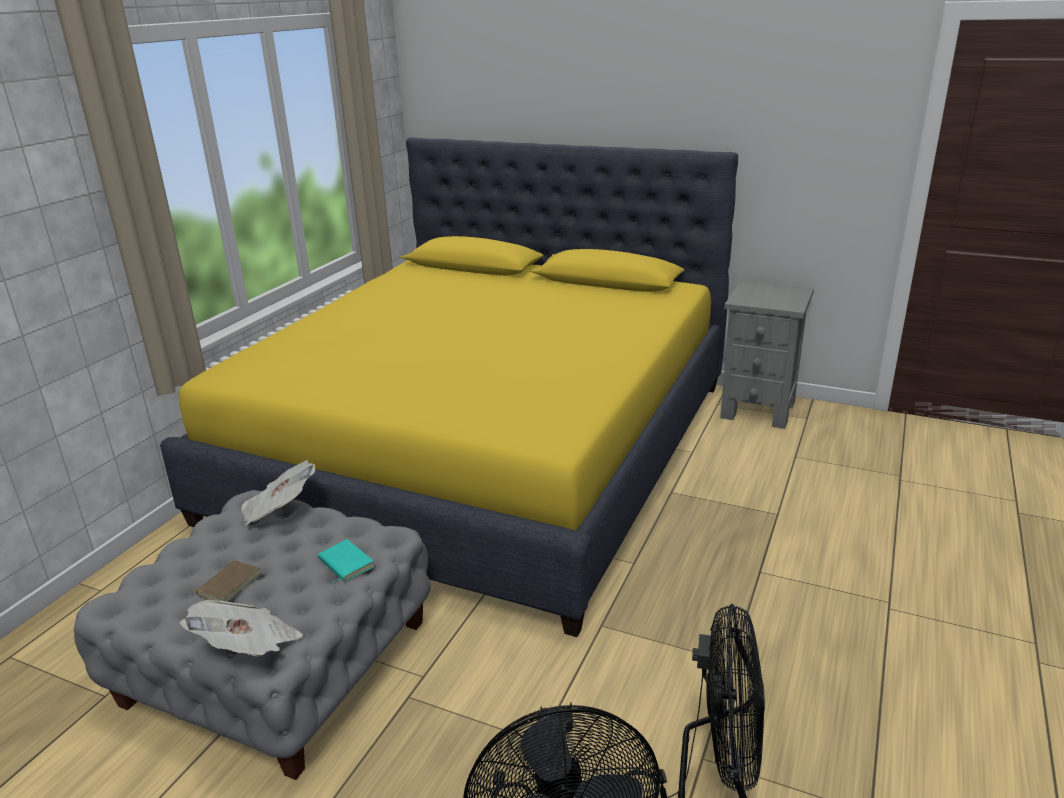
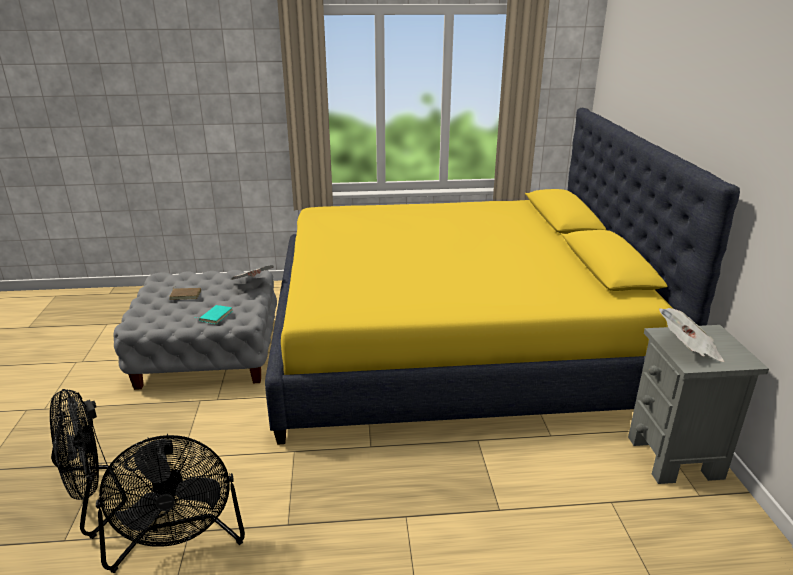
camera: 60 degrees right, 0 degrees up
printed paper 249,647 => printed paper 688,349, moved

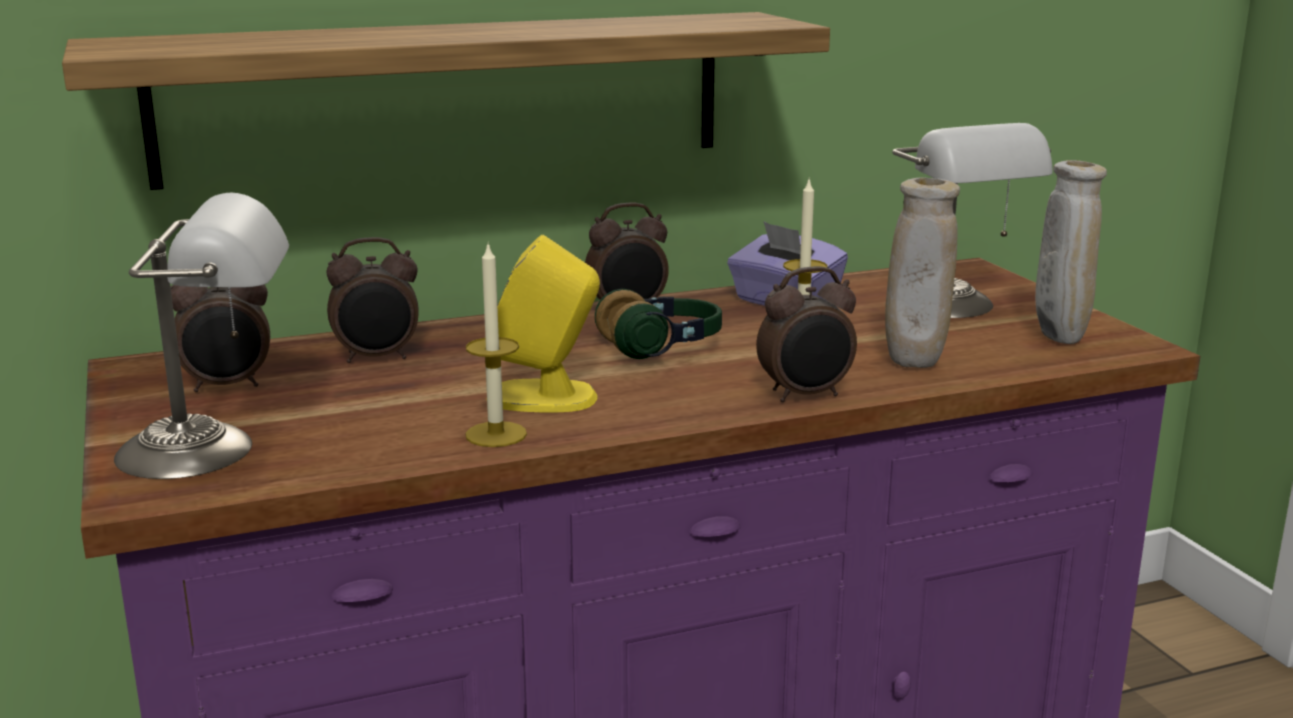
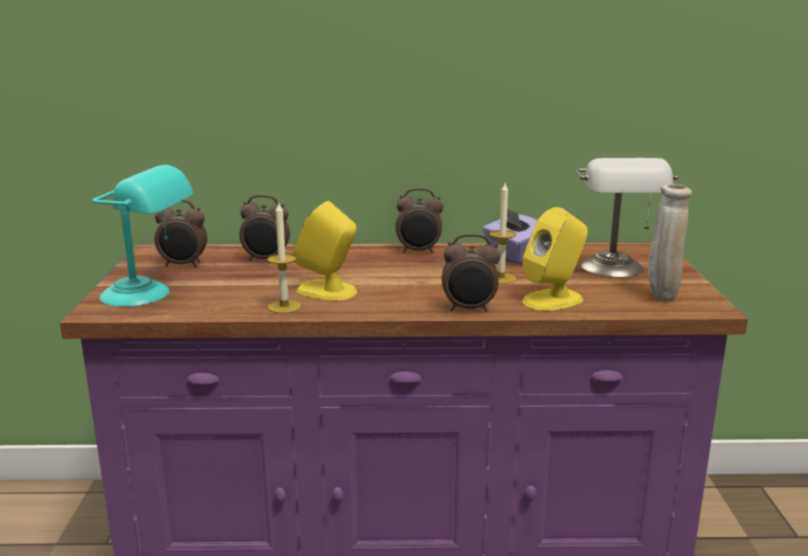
camera: 20 degrees right, 0 degrees up
white tabletop lamp 214,448 => turquoise tabletop lamp 149,294
sand-coloured vase 914,364 => yellow loudspeaker 553,300
shelf 447,96 => nothing
pair of headphones 661,348 => nothing

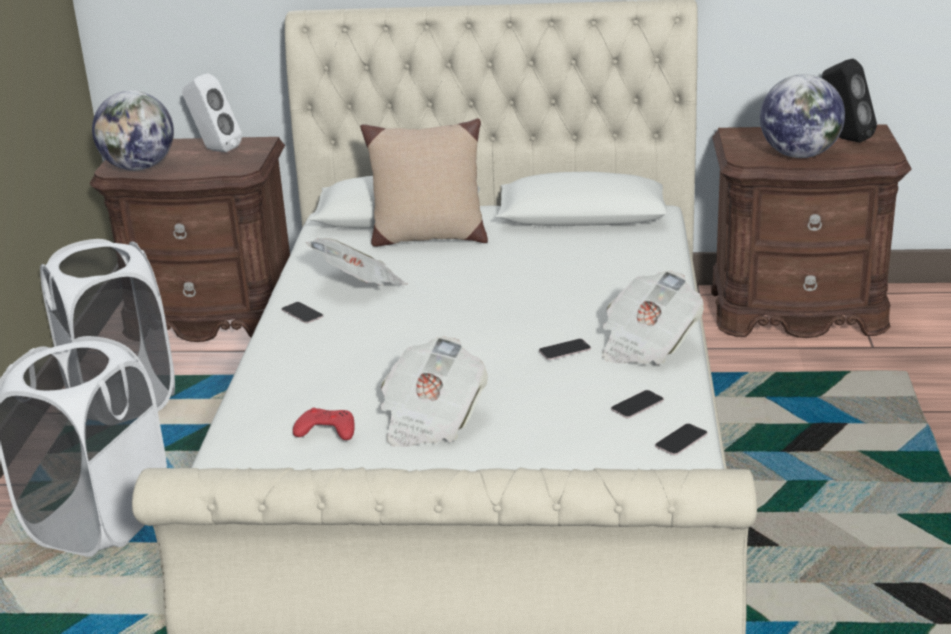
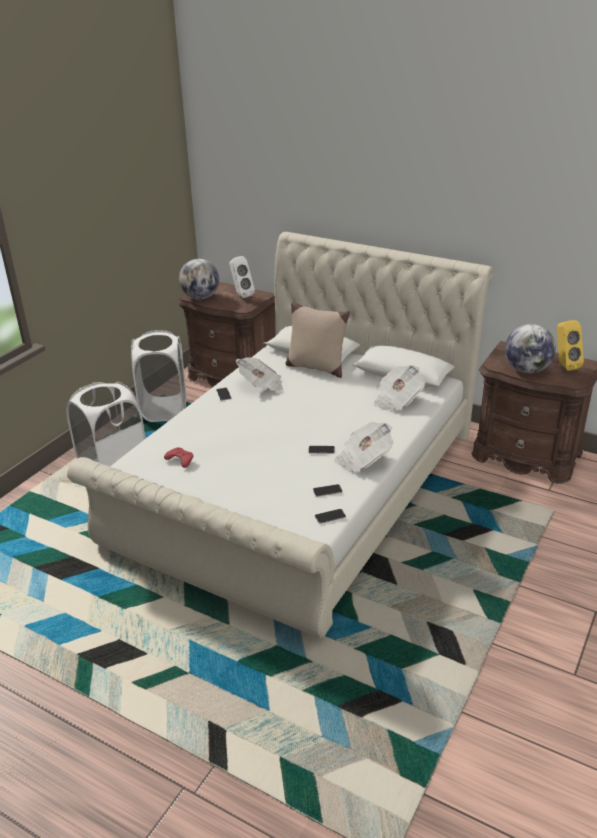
camera: 25 degrees right, 5 degrees up
printed paper 431,420 => printed paper 397,400, moved
black-coloured loudspeaker 844,138 => yellow loudspeaker 564,365

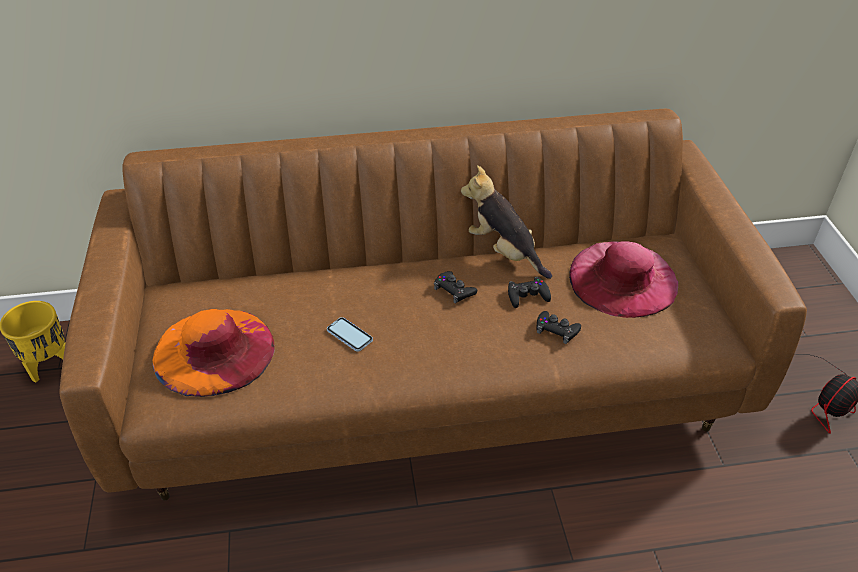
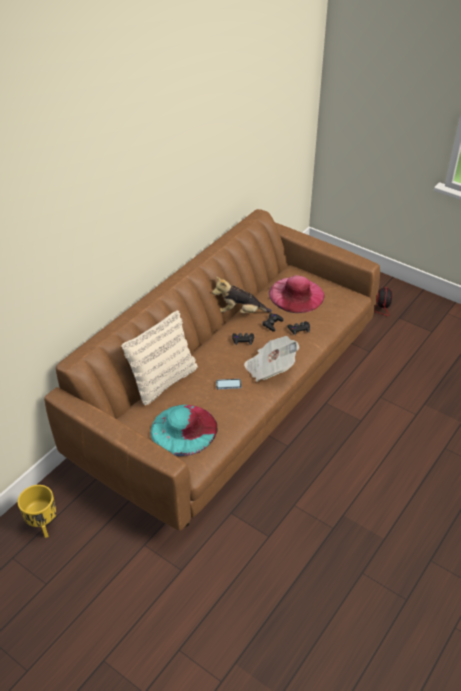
camera: 45 degrees left, 0 degrees up
nothing => sand-coloured cushion 163,382
orange-coloured clothing hat 214,351 => turquoise clothing hat 183,429
nothing => printed paper 270,368

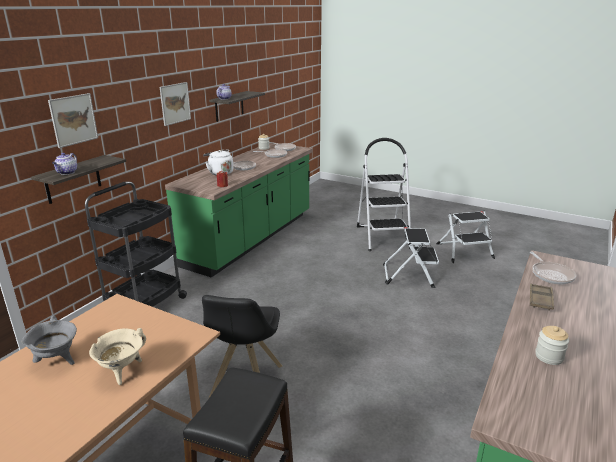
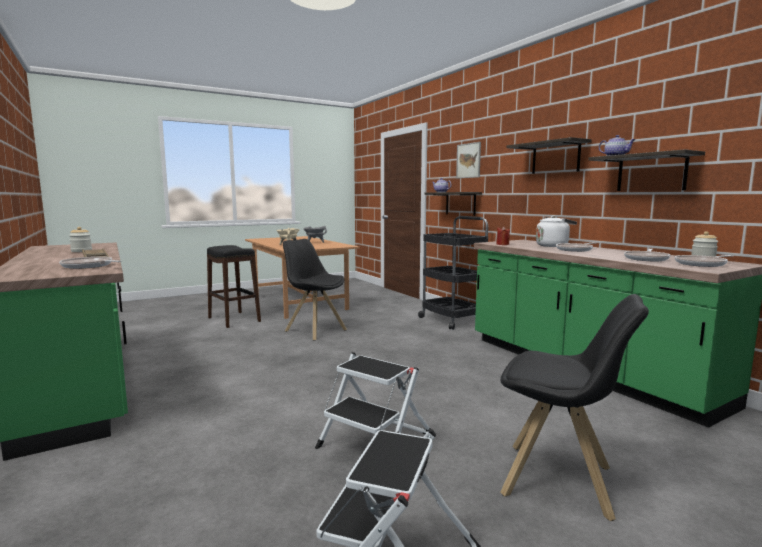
camera: 120 degrees right, 15 degrees down
step stool 382,236 => black-coloured chair 558,480
wall picture 175,103 => shelf 555,158

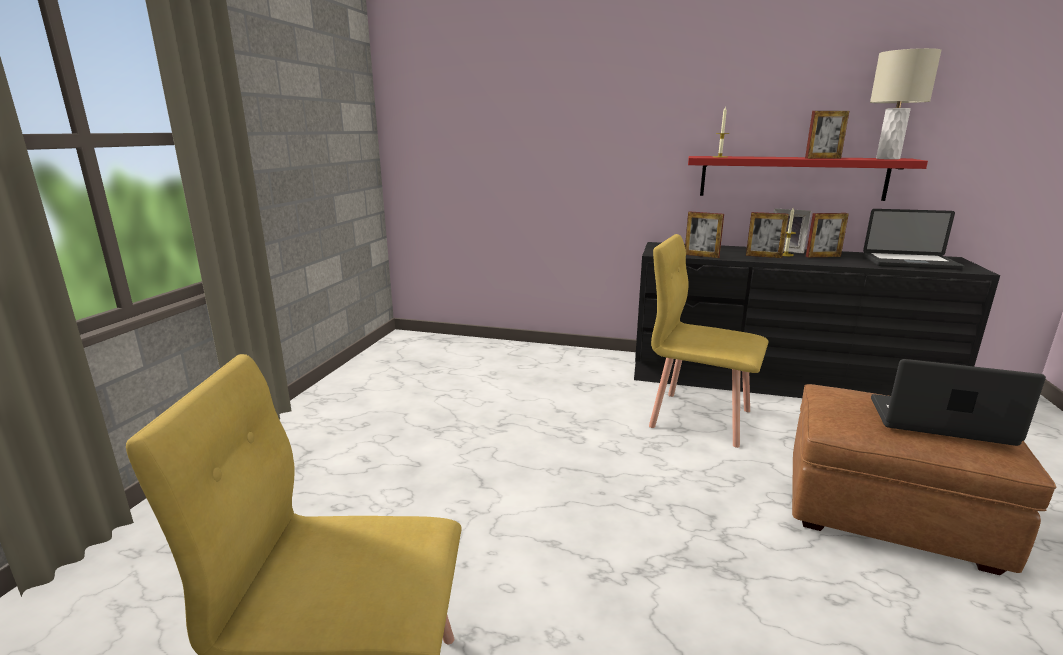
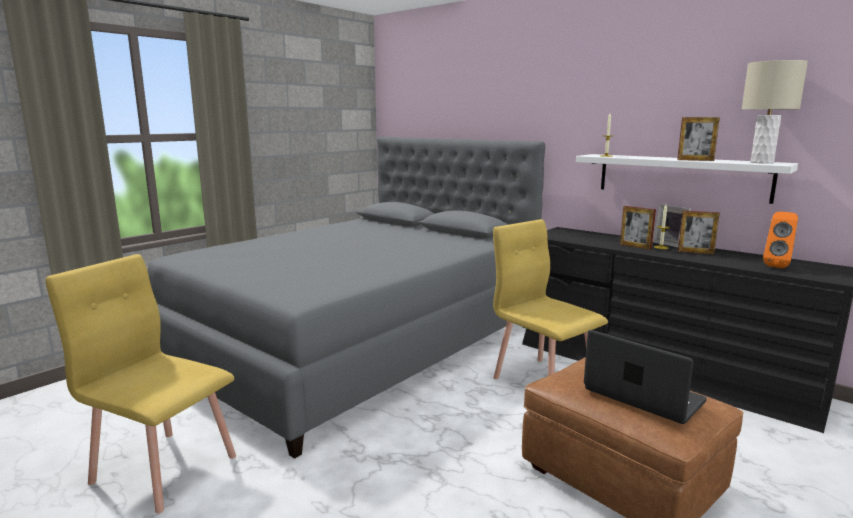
camera: 25 degrees right, 5 degrees down
nothing => greyish sleeping bed 357,342
red-coloured shelf 791,177 => white shelf 681,177
portable computer 910,263 => orange-coloured loudspeaker 777,266
picture frame 701,256 => nothing

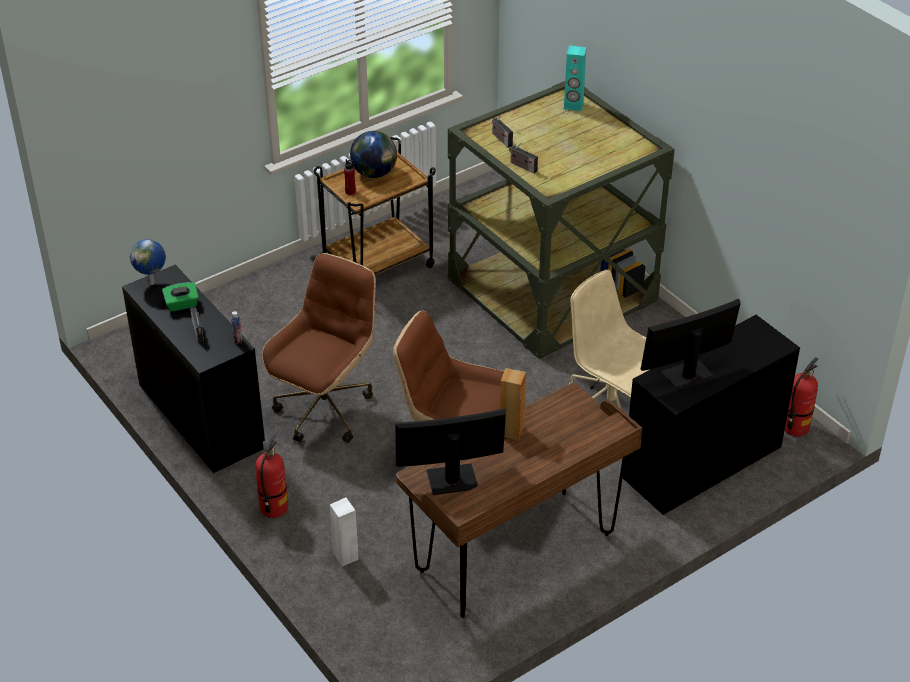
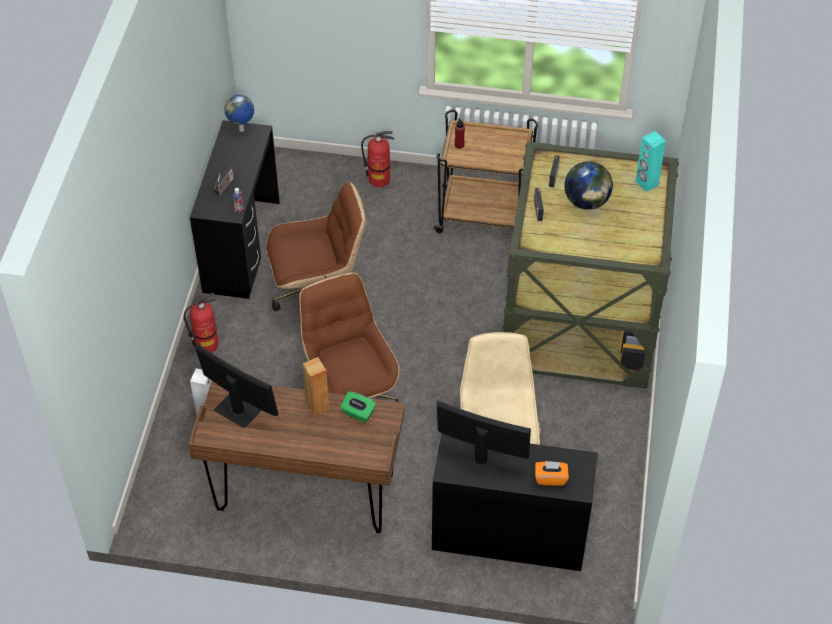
camera: 45 degrees right, 10 degrees up
greenish box of tissues 182,305 => greenish box of tissues 358,413, moved
fire-fighting cylinder 795,427 => fire-fighting cylinder 379,180, moved
nothing => orange-coloured box of tissues 550,478
desk globe 374,173 => desk globe 586,202, moved

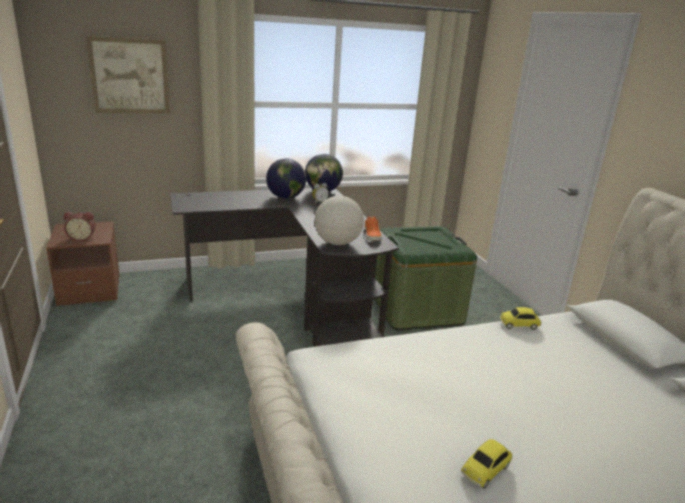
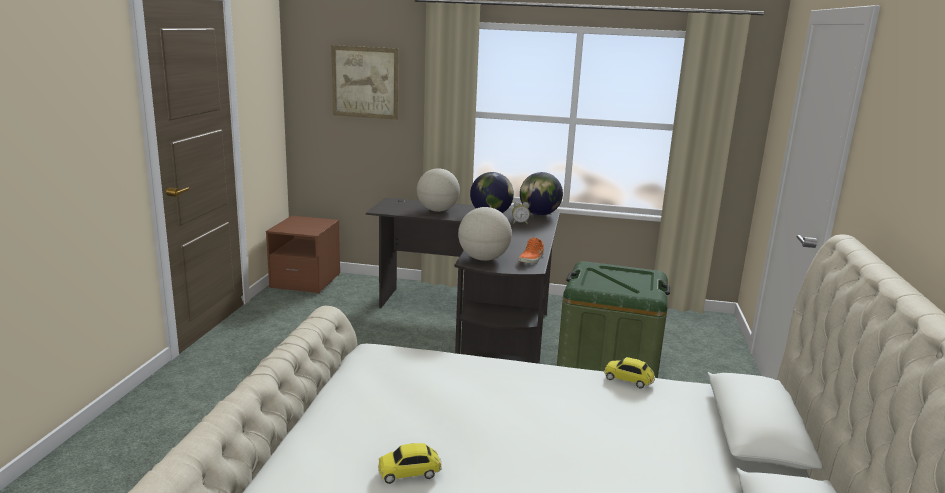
camera: 30 degrees right, 5 degrees down
nothing => desk globe 437,210
alarm clock 82,238 => nothing

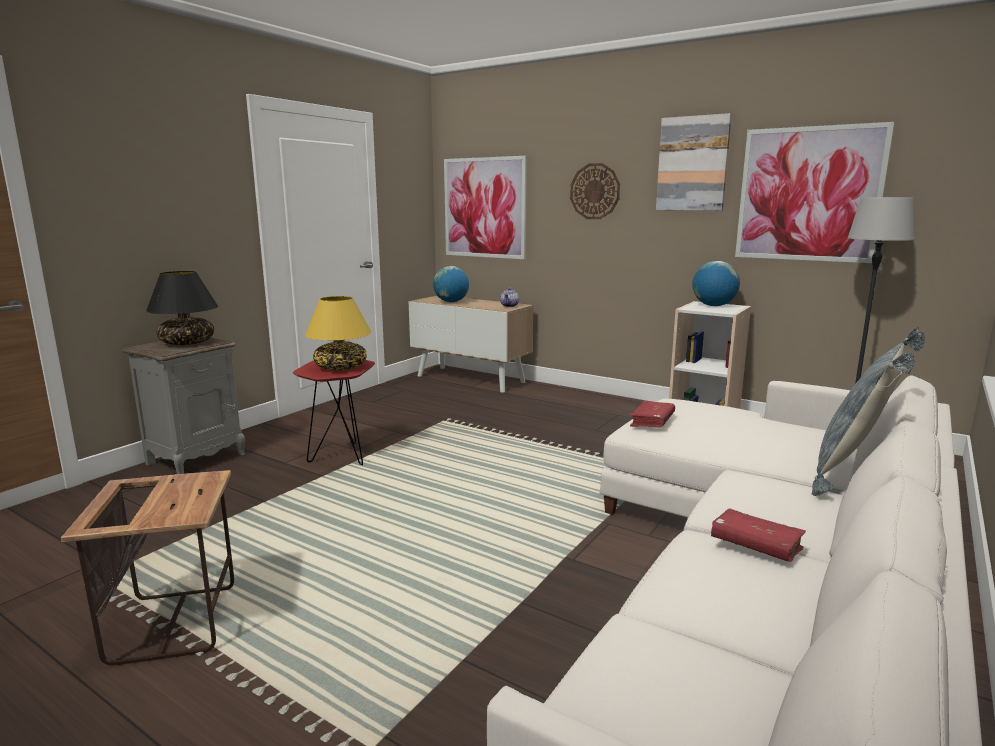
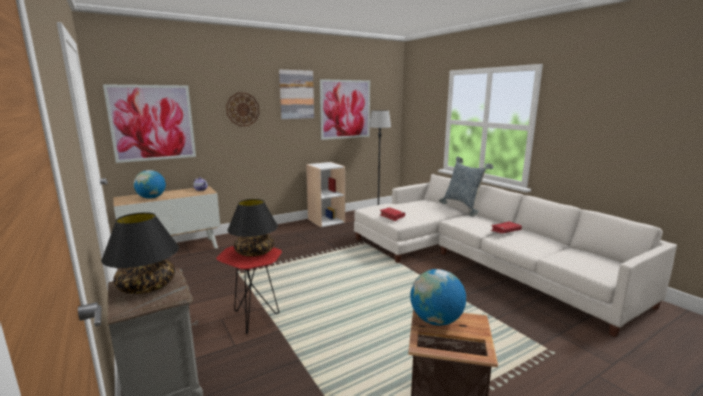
camera: 65 degrees left, 0 degrees up
yellow tabletop lamp 340,367 => black-coloured tabletop lamp 254,252
desk globe 713,306 => desk globe 436,320, moved

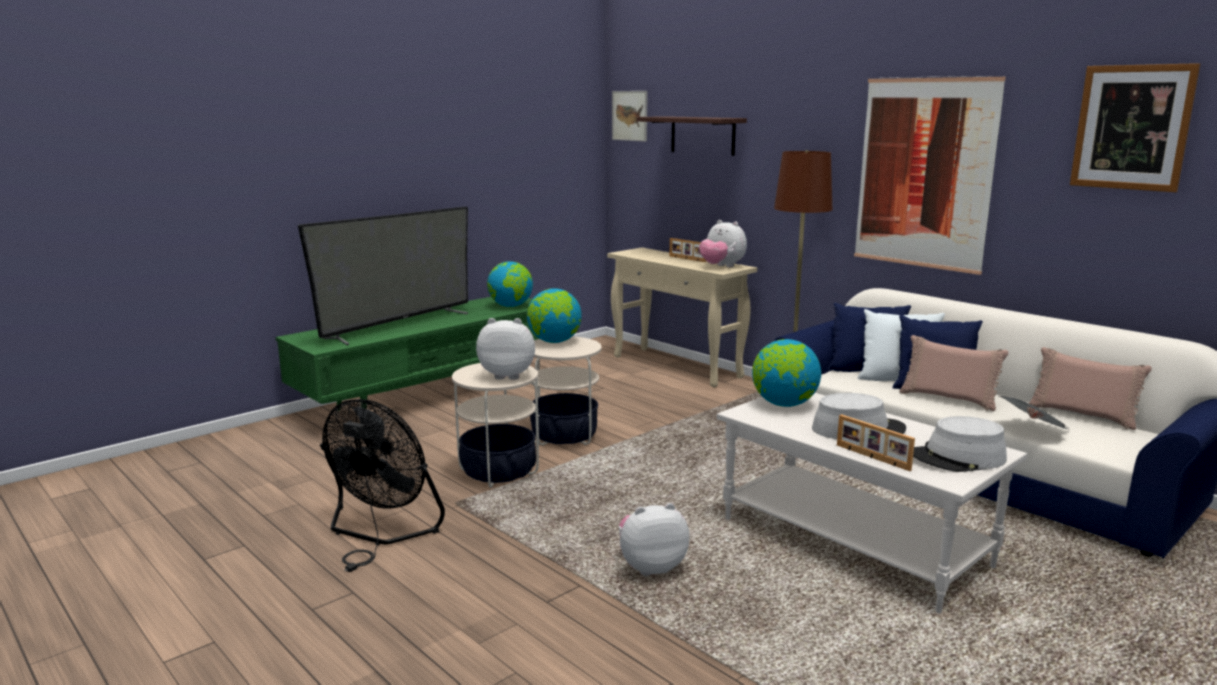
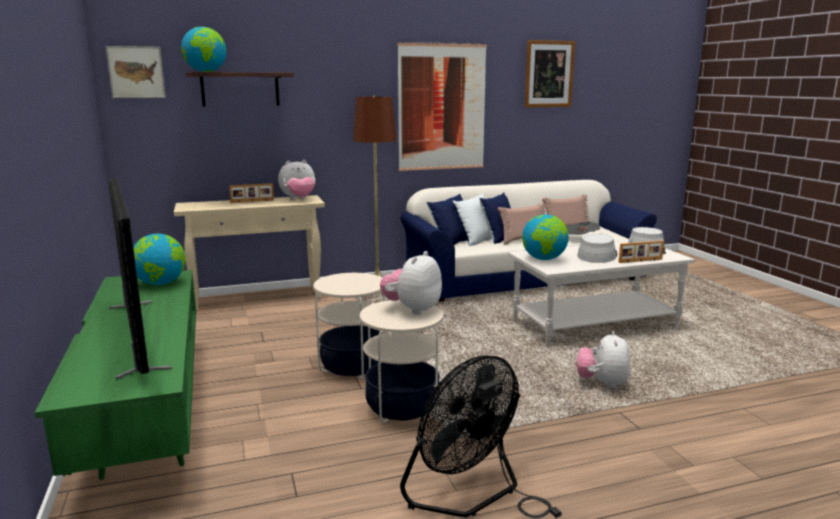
camera: 65 degrees left, 0 degrees up
desk globe 554,342 => desk globe 206,71, moved

